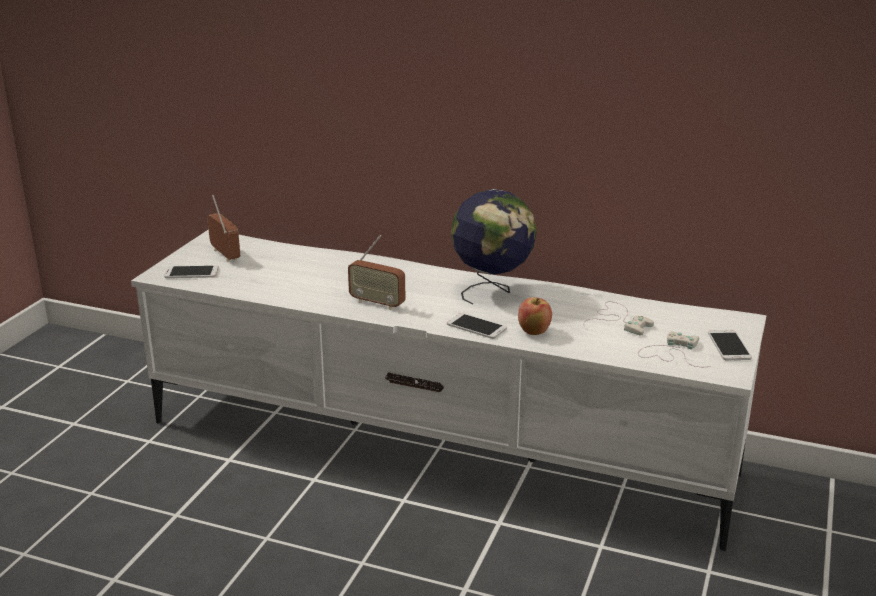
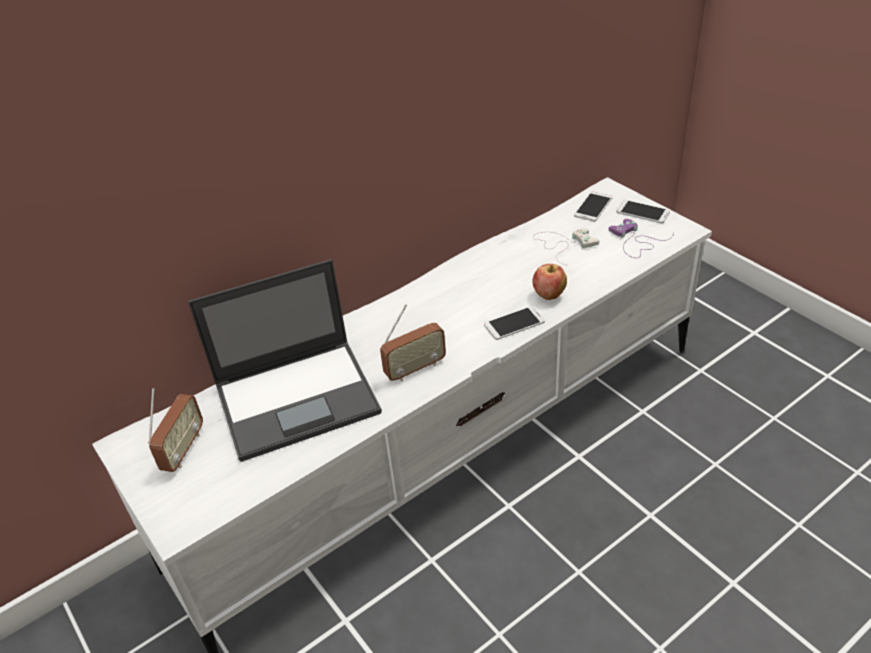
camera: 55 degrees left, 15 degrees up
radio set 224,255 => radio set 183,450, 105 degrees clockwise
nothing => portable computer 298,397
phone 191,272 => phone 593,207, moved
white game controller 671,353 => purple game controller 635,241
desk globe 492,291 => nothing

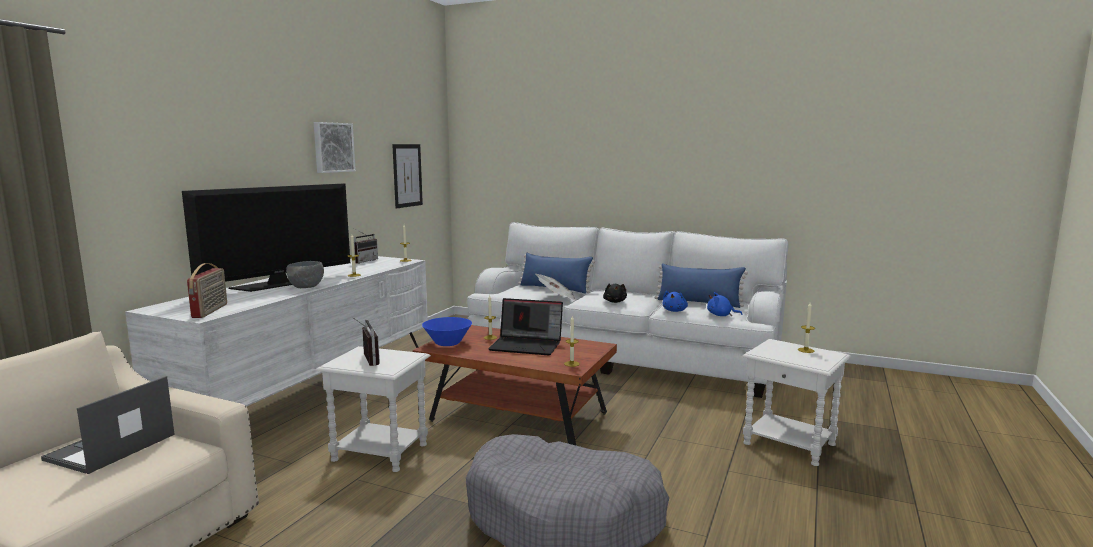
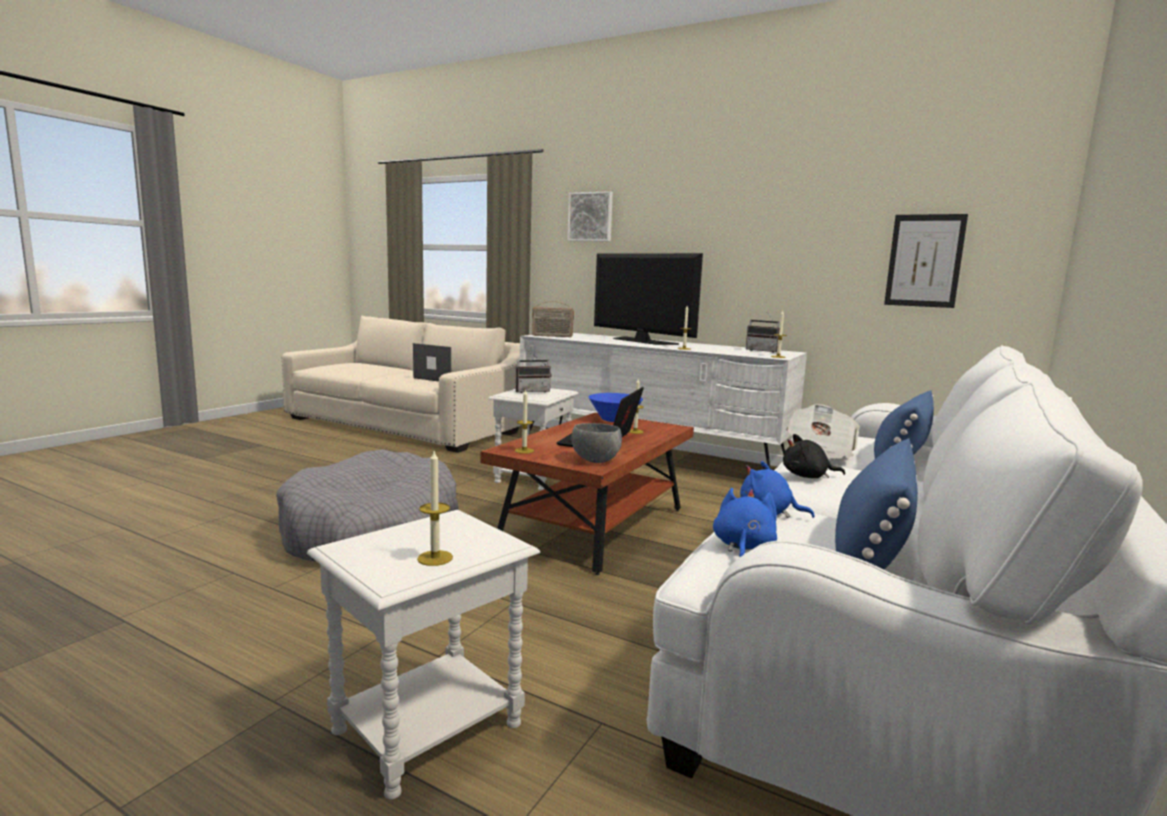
camera: 95 degrees right, 0 degrees up
wall picture 333,147 => wall picture 591,217, moved
greyish bowl 307,287 => greyish bowl 596,461, moved

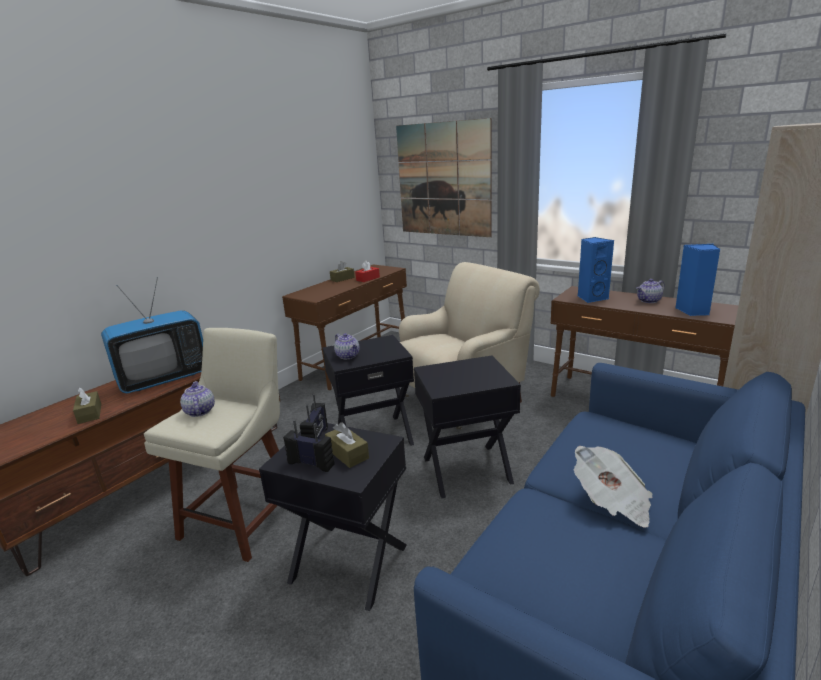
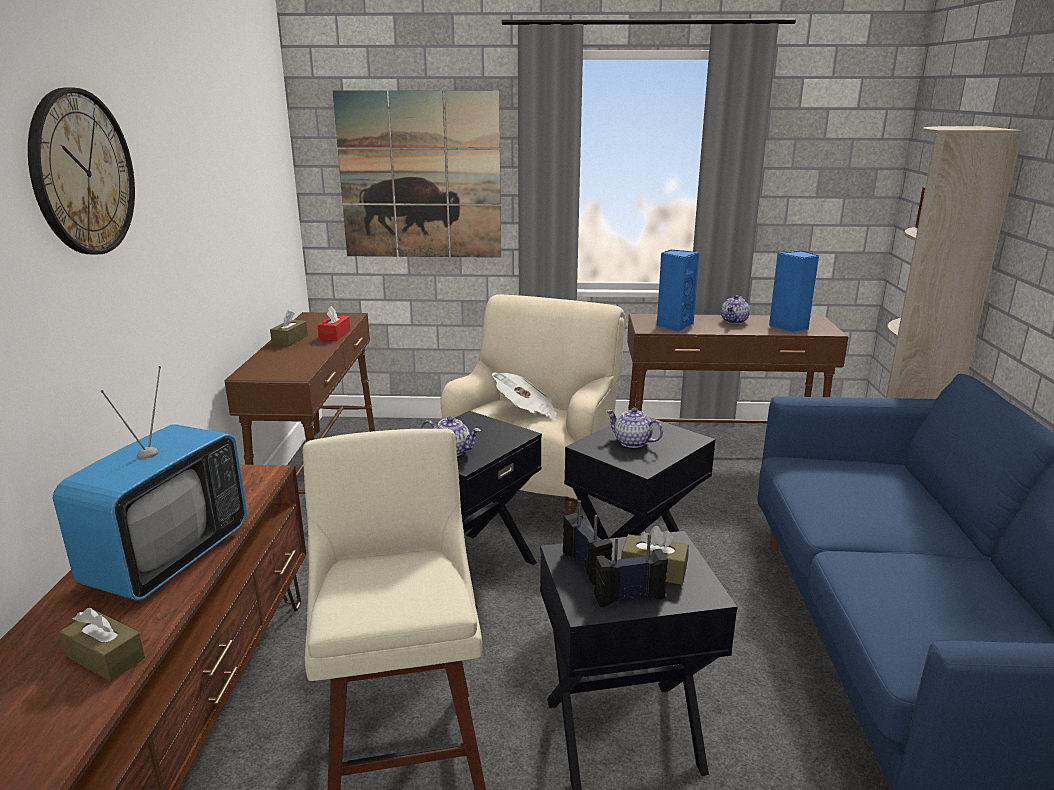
camera: 35 degrees left, 0 degrees up
nothing => hanging clock 82,173
printed paper 612,502 => printed paper 526,411, moved
tea pot 199,411 => tea pot 632,442, moved

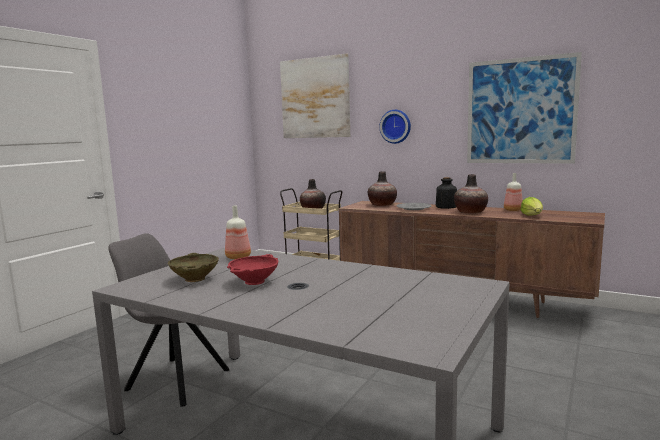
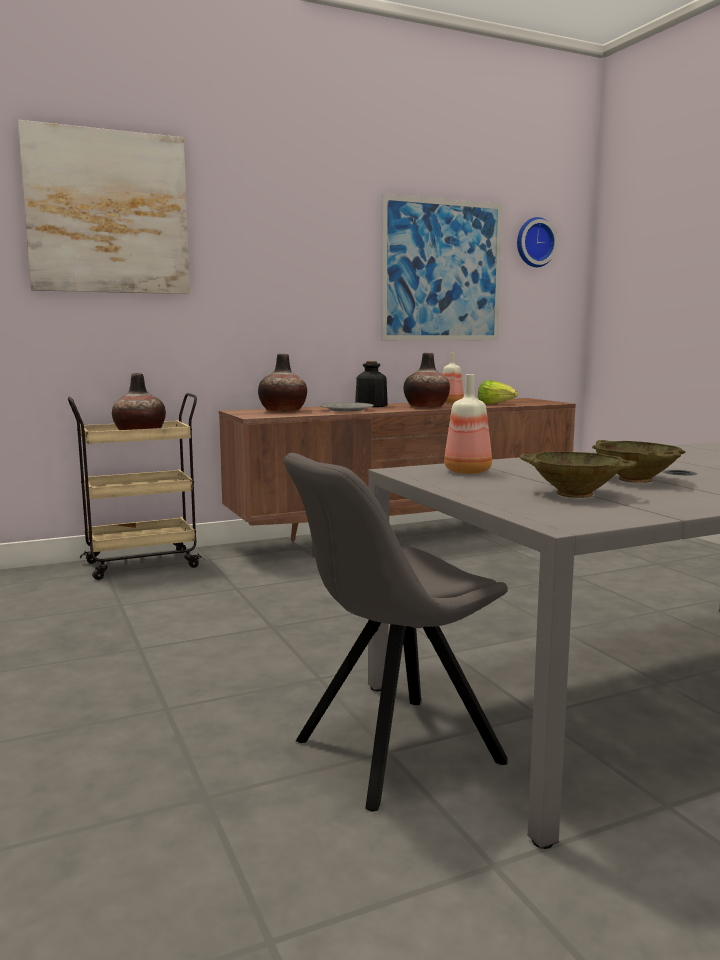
camera: 55 degrees left, 0 degrees up
hanging clock 396,126 => hanging clock 534,243, moved
red-coloured bowl 254,282 => sand-coloured bowl 635,479

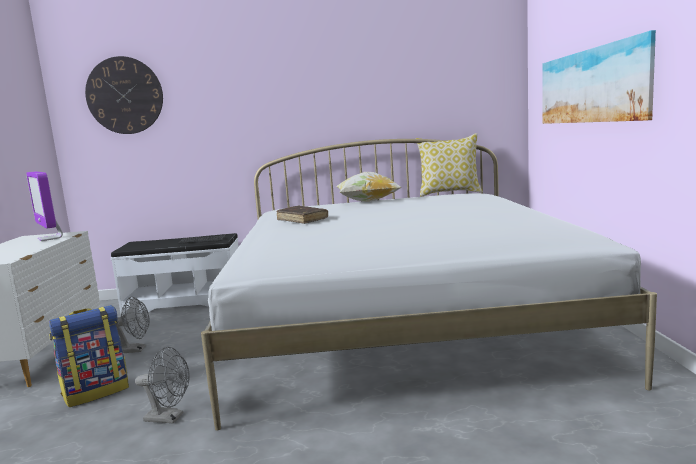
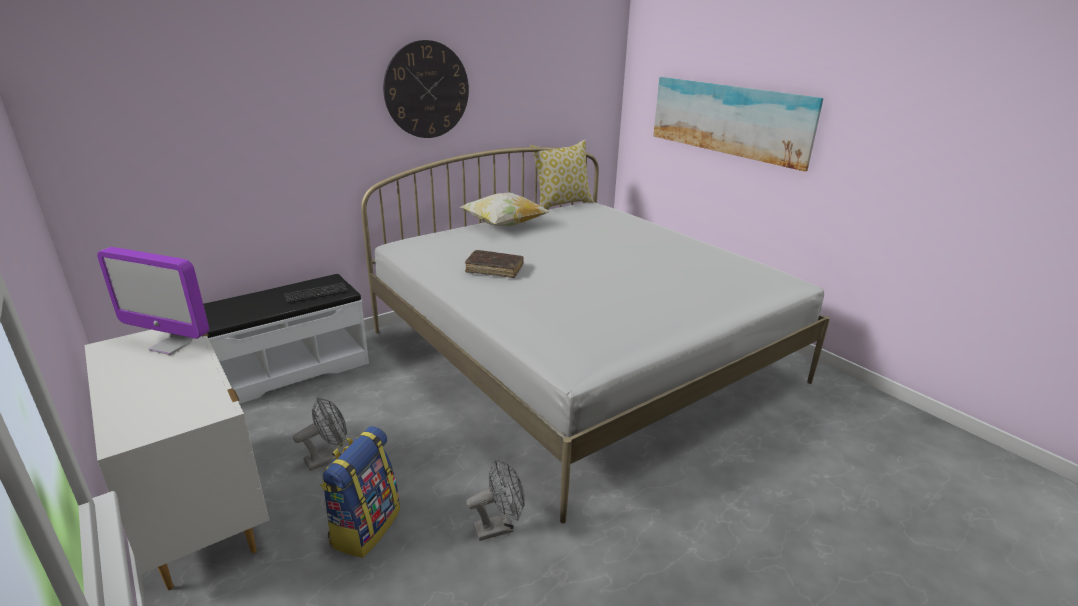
camera: 35 degrees left, 15 degrees up
hanging clock 124,95 => hanging clock 427,90, moved

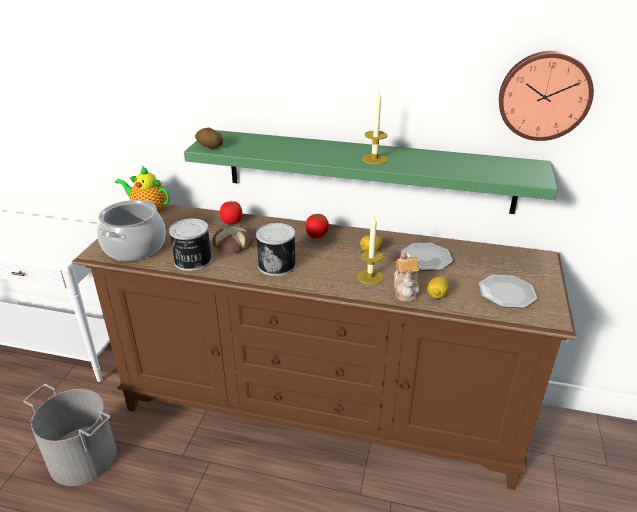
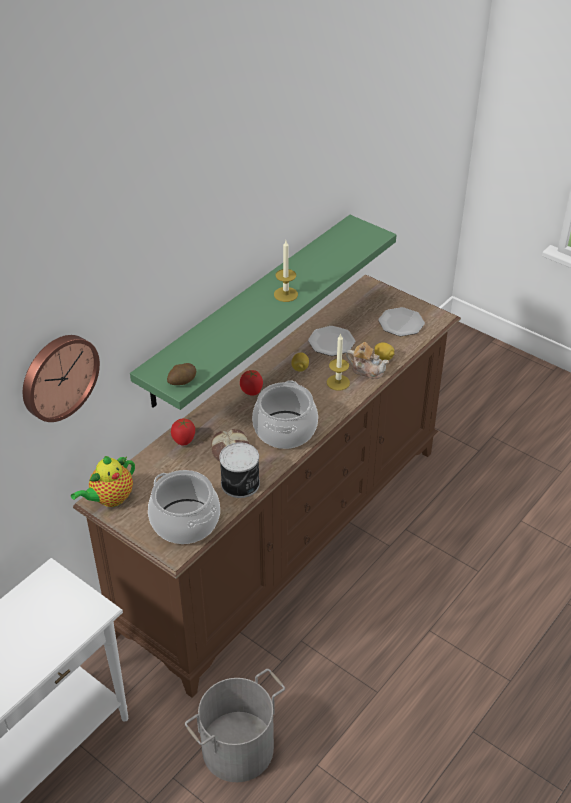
camera: 65 degrees left, 10 degrees up
hanging clock 544,95 => hanging clock 58,376, moved
metal can 277,264 => stockpot 284,430

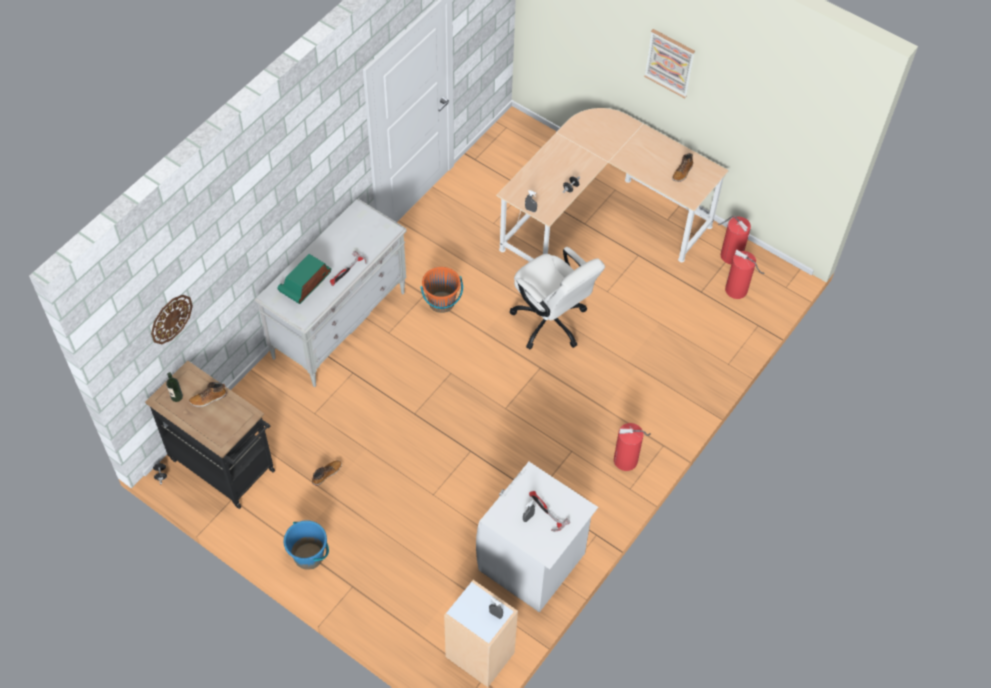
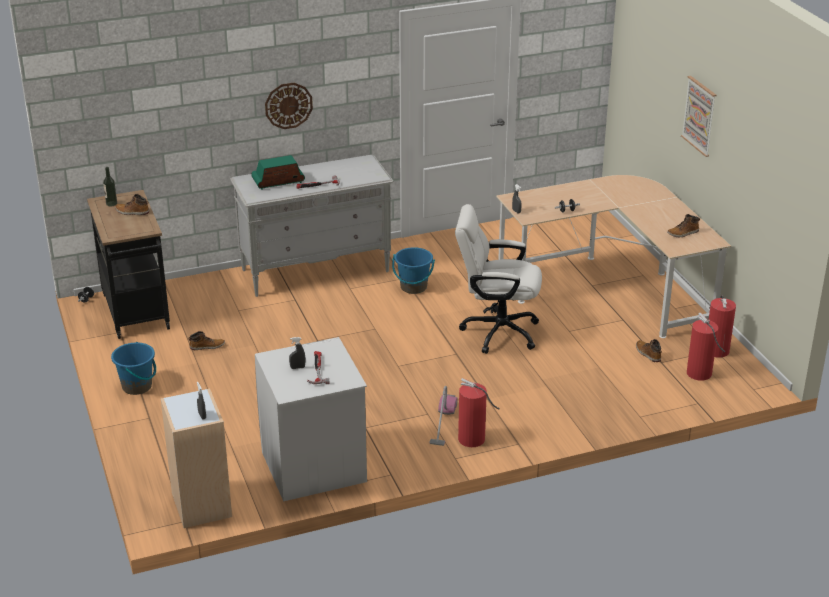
camera: 35 degrees right, 25 degrees down
hanging clock 171,318 => hanging clock 288,105, moved
orange-coloured pail 441,302 => bluish pail 413,287
nothing => vacuum cleaner 443,423
white computer chair 552,324 => white computer chair 496,332, 105 degrees clockwise
nothing => boot 647,354

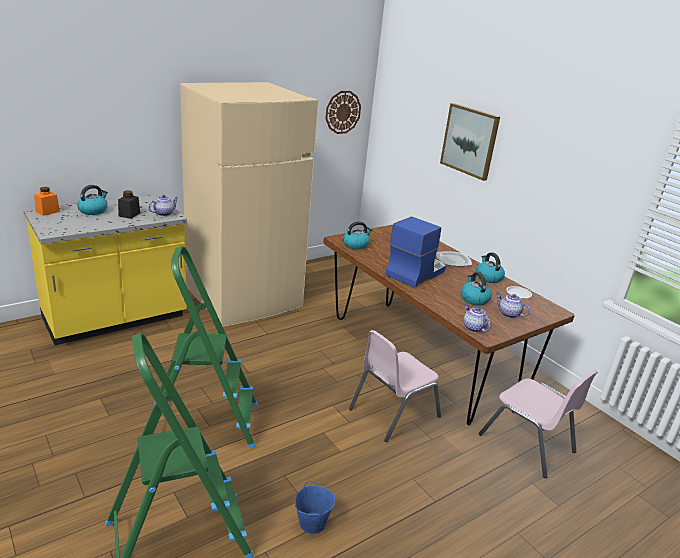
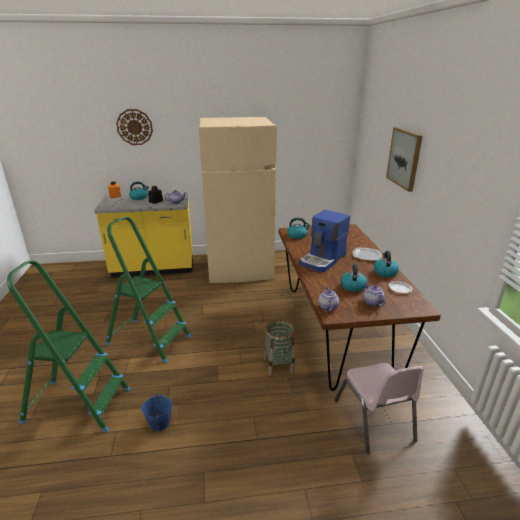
camera: 30 degrees right, 0 degrees up
hanging clock 342,112 => hanging clock 134,127, moved
pink-coloured chair 393,412 => storage basket 279,365
coffee maker 415,272 => coffee maker 323,260, 150 degrees clockwise

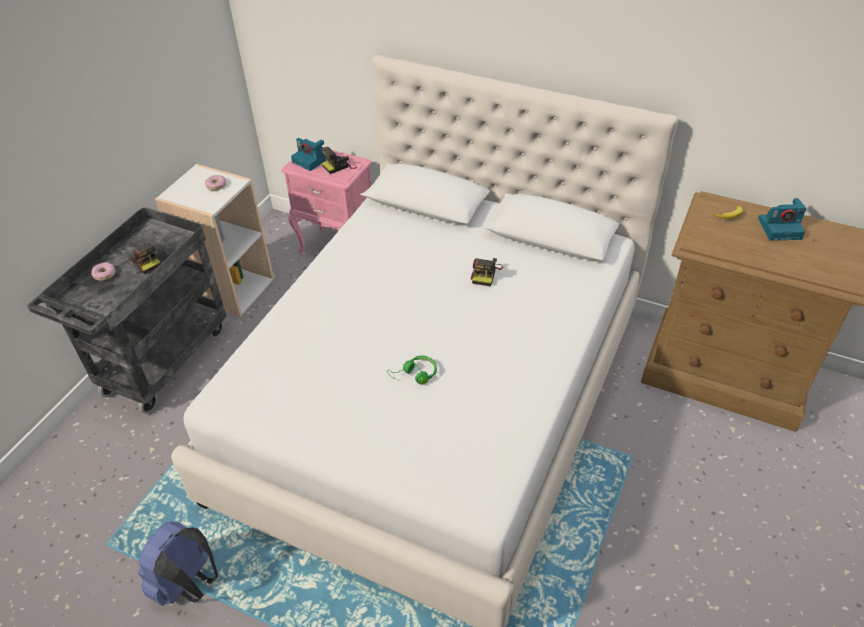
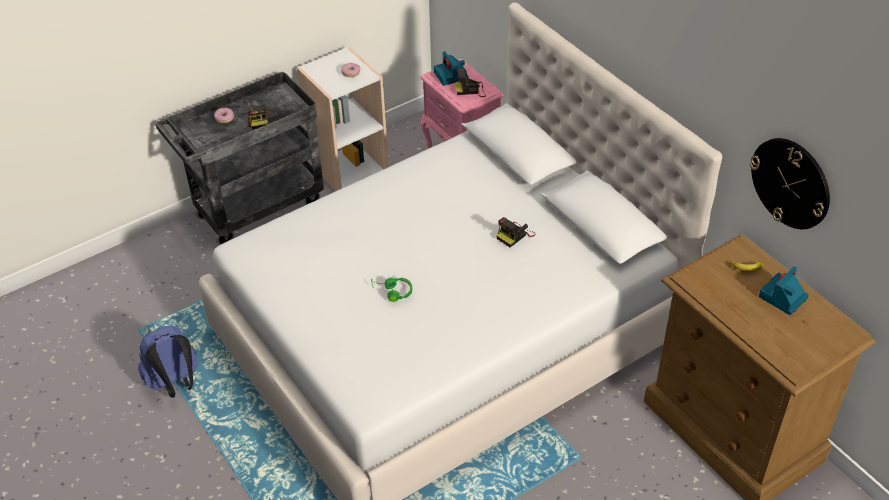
camera: 30 degrees right, 0 degrees up
nothing => hanging clock 790,183
still camera 780,228 => still camera 782,298, 105 degrees clockwise

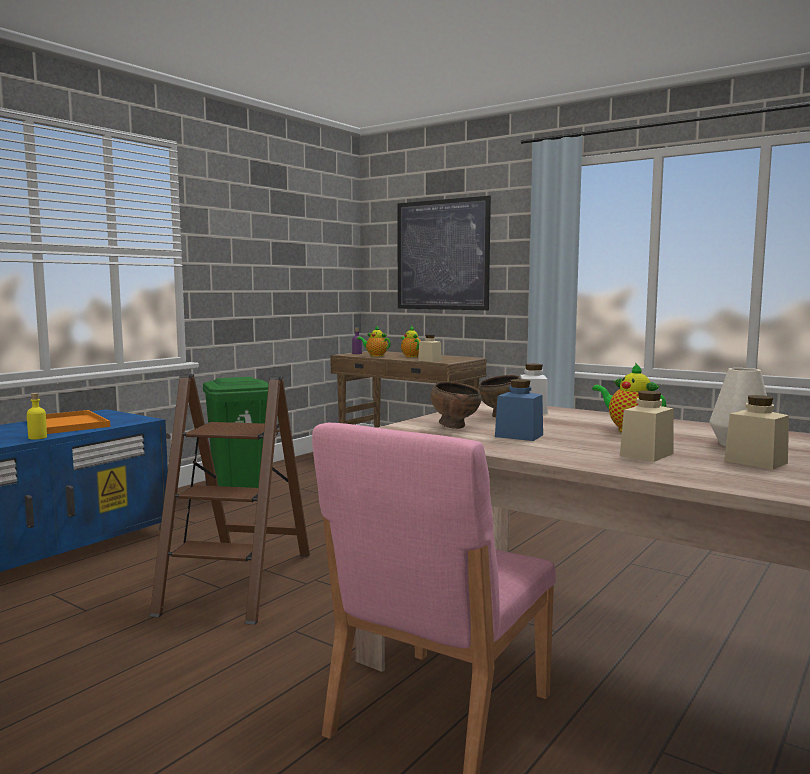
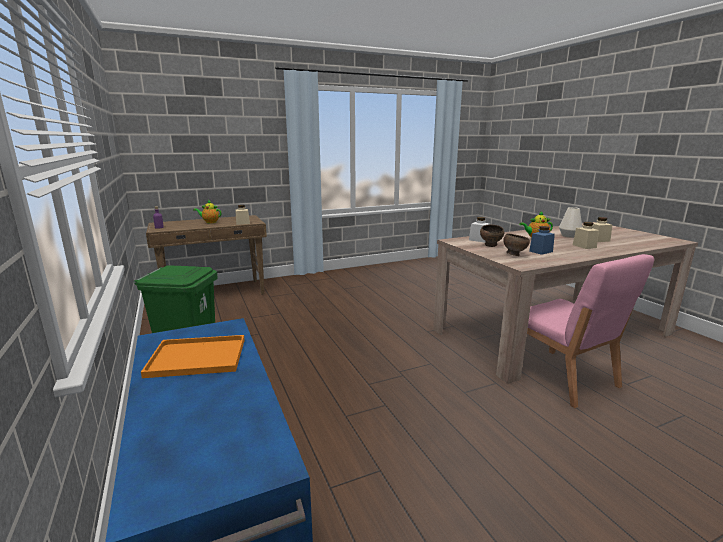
camera: 60 degrees left, 10 degrees up
yellow bottle 37,437 => nothing
brownish step stool 239,581 => nothing
tea pot 375,355 => nothing
wall picture 442,255 => nothing

